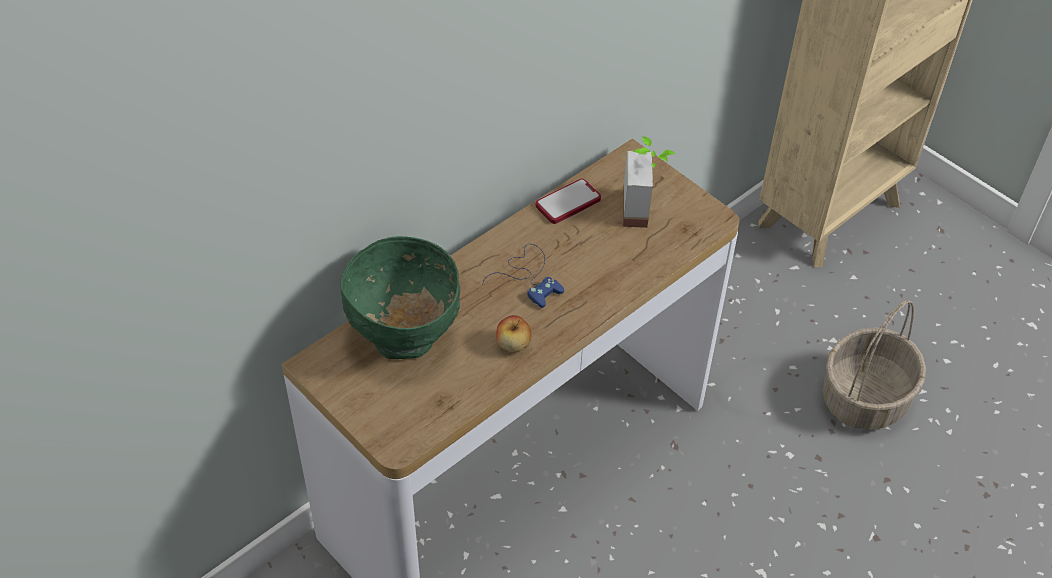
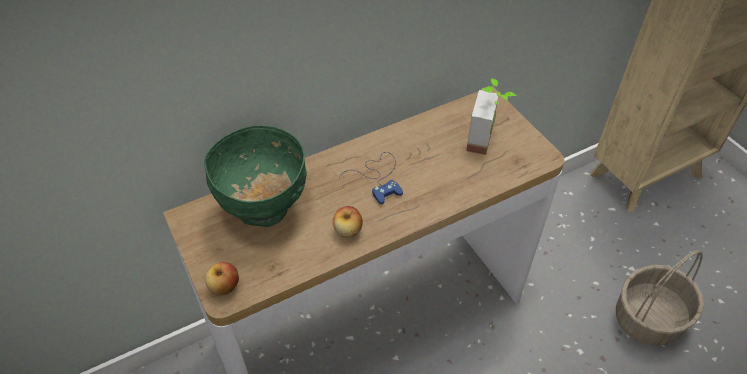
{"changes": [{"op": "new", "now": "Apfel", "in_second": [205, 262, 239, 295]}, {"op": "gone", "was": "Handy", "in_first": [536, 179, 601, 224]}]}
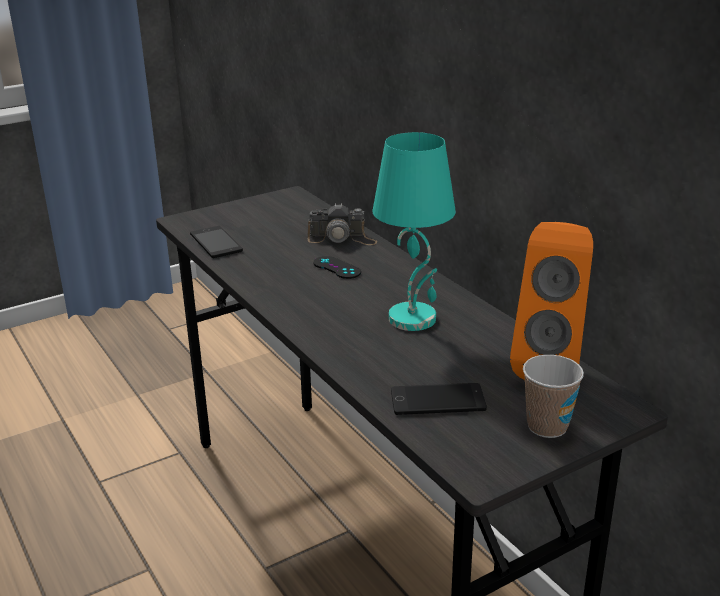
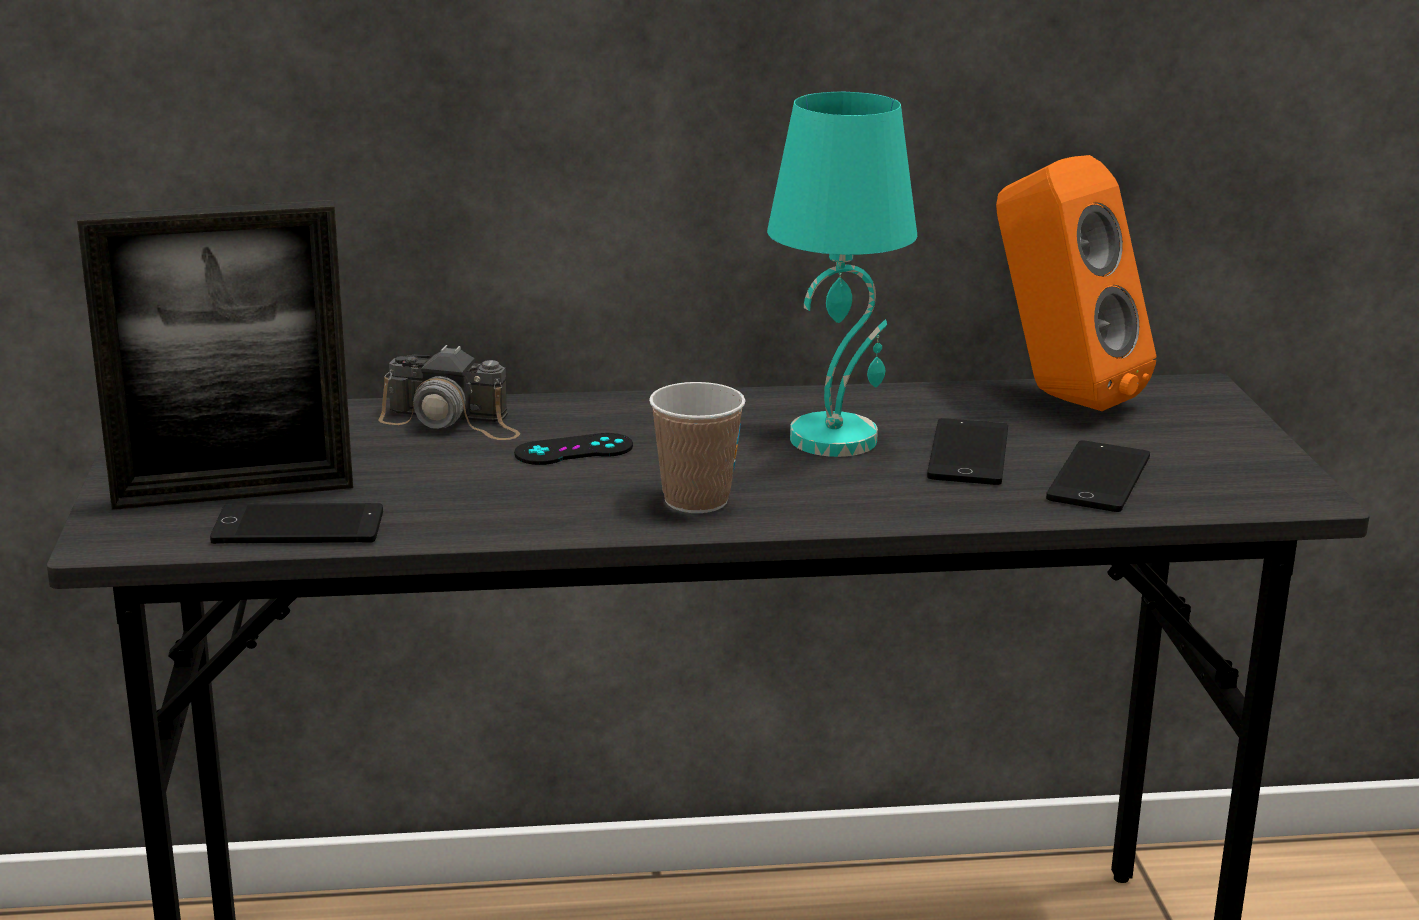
{"changes": [{"op": "new", "now": "Bilderrahmen", "in_second": [77, 200, 353, 510]}, {"op": "rotated", "was": "Kamera", "in_first": [308, 203, 377, 245], "in_second": [379, 345, 520, 440], "clockwise": 75}, {"op": "shifted", "was": "Tasse", "in_first": [523, 355, 584, 438], "in_second": [649, 382, 746, 513]}, {"op": "new", "now": "Handy", "in_second": [927, 418, 1008, 485]}]}
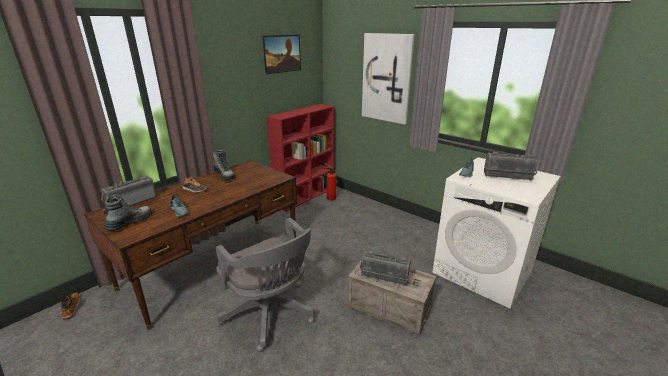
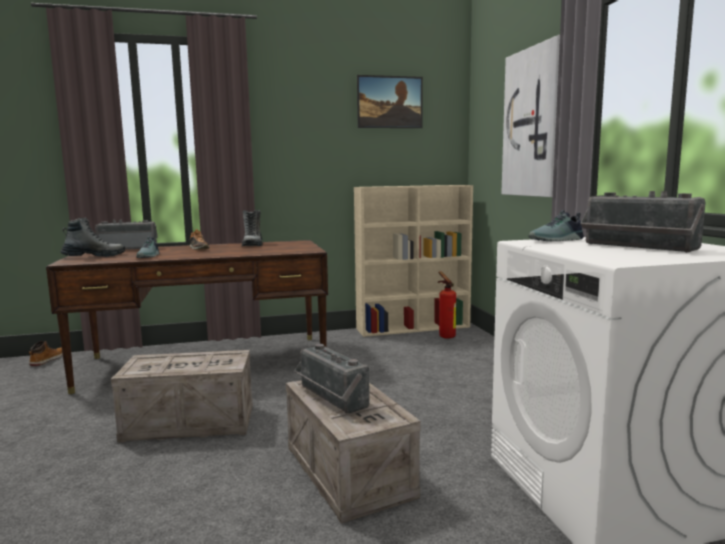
{"changes": [{"op": "swapped", "was": "Bürostuhl (grau)", "now": "Kiste", "in_first": [216, 218, 315, 352], "in_second": [111, 350, 253, 443]}, {"op": "repainted", "was": "Bücherregal (rot)", "now": "Bücherregal (beige)", "in_first": [267, 104, 334, 212], "in_second": [354, 185, 473, 337]}]}
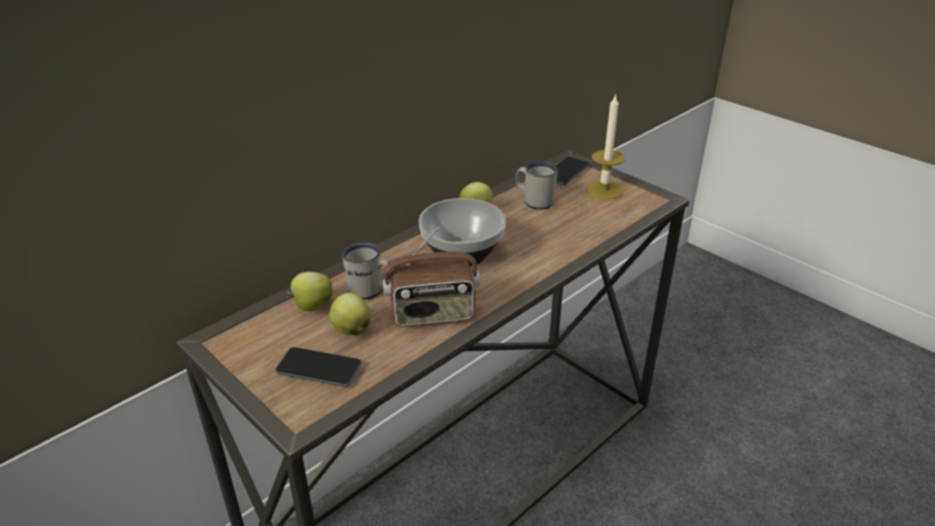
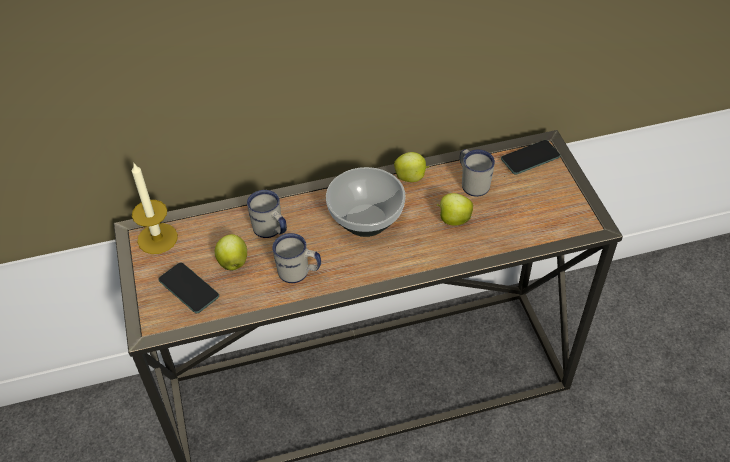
{"changes": [{"op": "shifted", "was": "Kerze", "in_first": [585, 93, 625, 200], "in_second": [132, 162, 178, 254]}, {"op": "swapped", "was": "Radio", "now": "Henkelbecher (weiß)", "in_first": [383, 223, 480, 326], "in_second": [272, 233, 321, 283]}, {"op": "shifted", "was": "Apfel", "in_first": [287, 272, 332, 311], "in_second": [437, 193, 473, 225]}]}
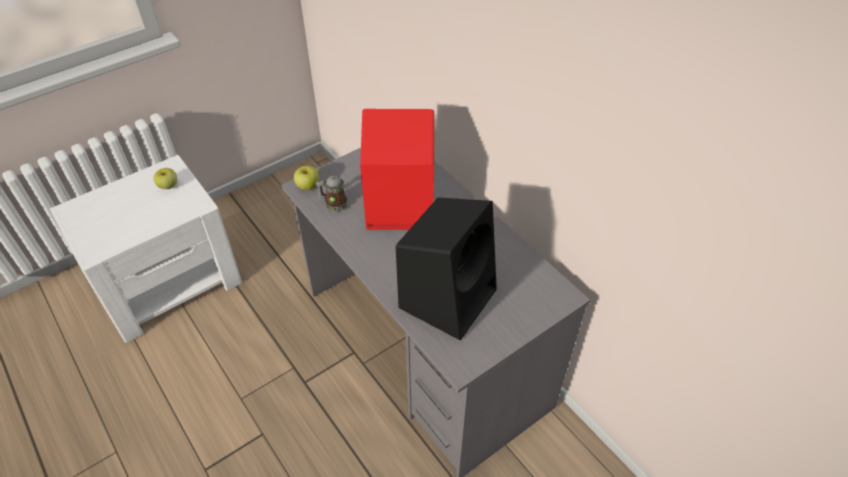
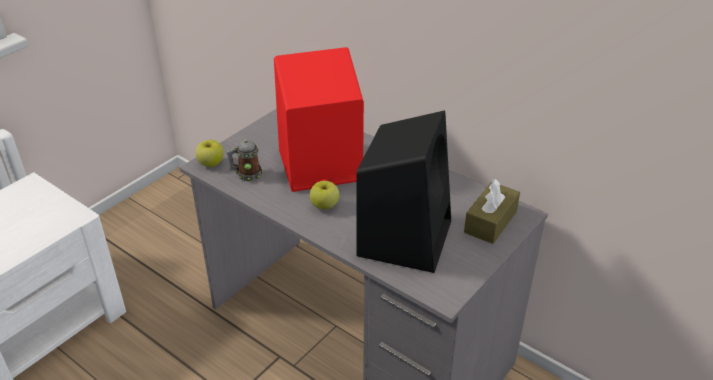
{"changes": [{"op": "shifted", "was": "Apfel", "in_first": [154, 168, 177, 189], "in_second": [310, 181, 339, 209]}, {"op": "new", "now": "Taschentuchbox (braun)", "in_second": [464, 179, 520, 244]}]}
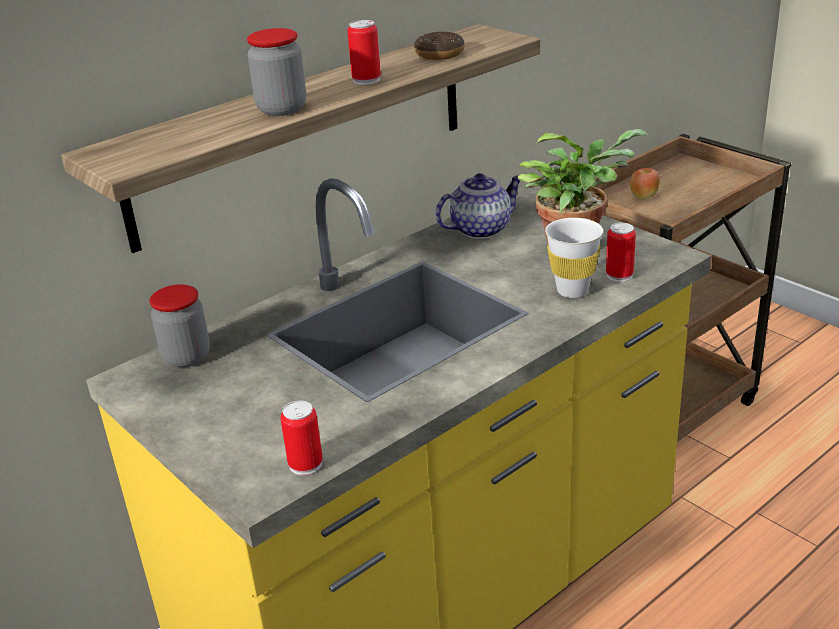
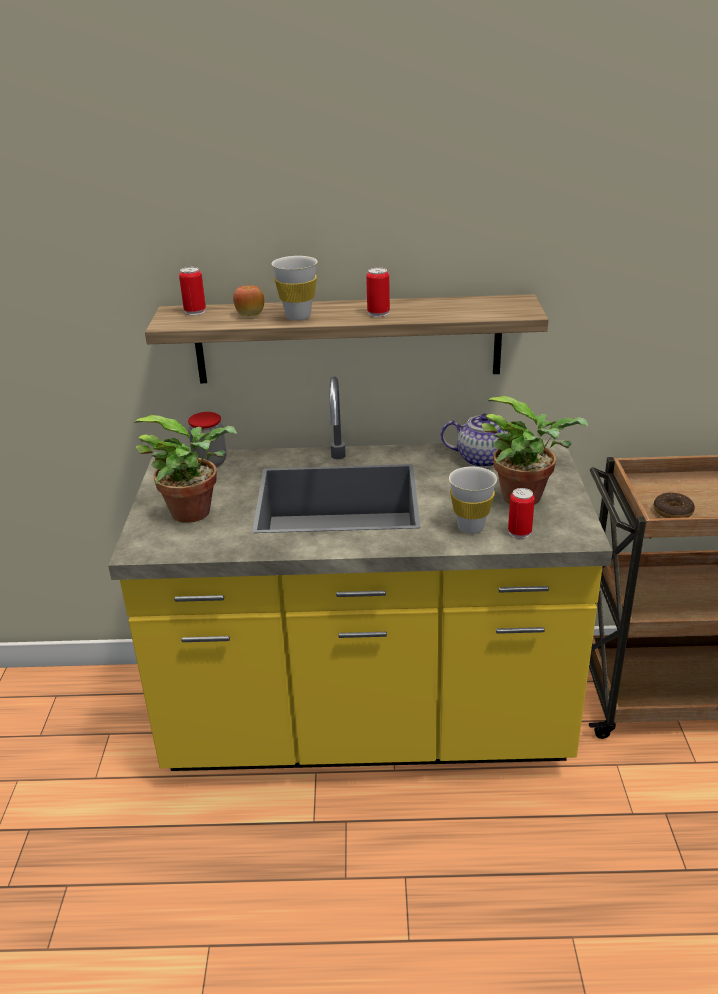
{"changes": [{"op": "new", "now": "Topfpflanze", "in_second": [133, 415, 237, 523]}, {"op": "shifted", "was": "Dose", "in_first": [280, 401, 323, 475], "in_second": [179, 267, 206, 315]}, {"op": "shifted", "was": "Apfel", "in_first": [630, 168, 660, 199], "in_second": [233, 285, 264, 316]}, {"op": "swapped", "was": "Vorratsglas", "now": "Tasse (weiß)", "in_first": [247, 28, 306, 116], "in_second": [272, 256, 318, 320]}, {"op": "shifted", "was": "Donut", "in_first": [414, 31, 465, 60], "in_second": [654, 493, 695, 518]}]}
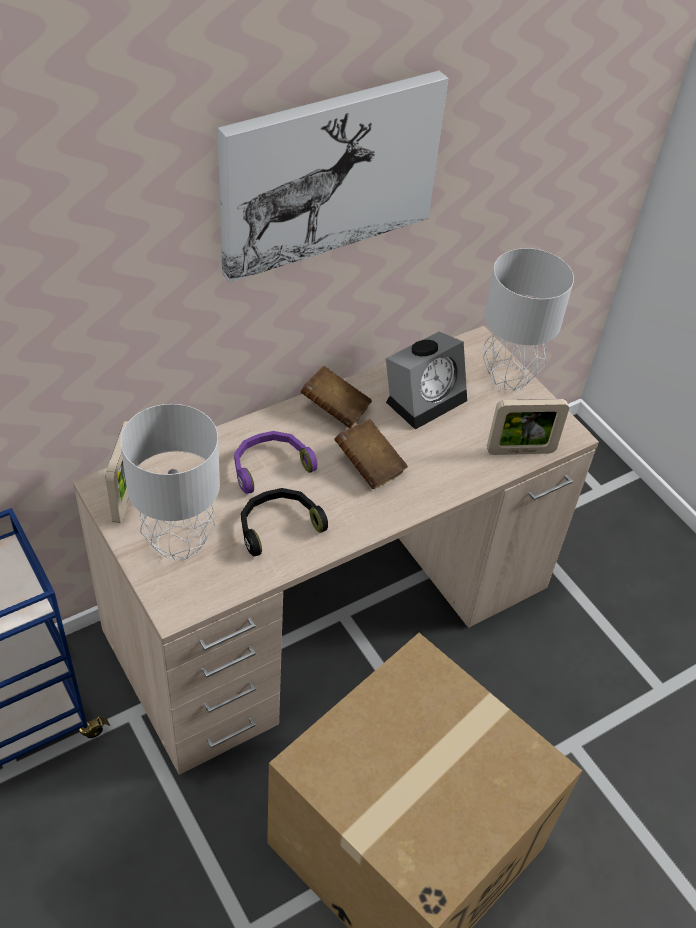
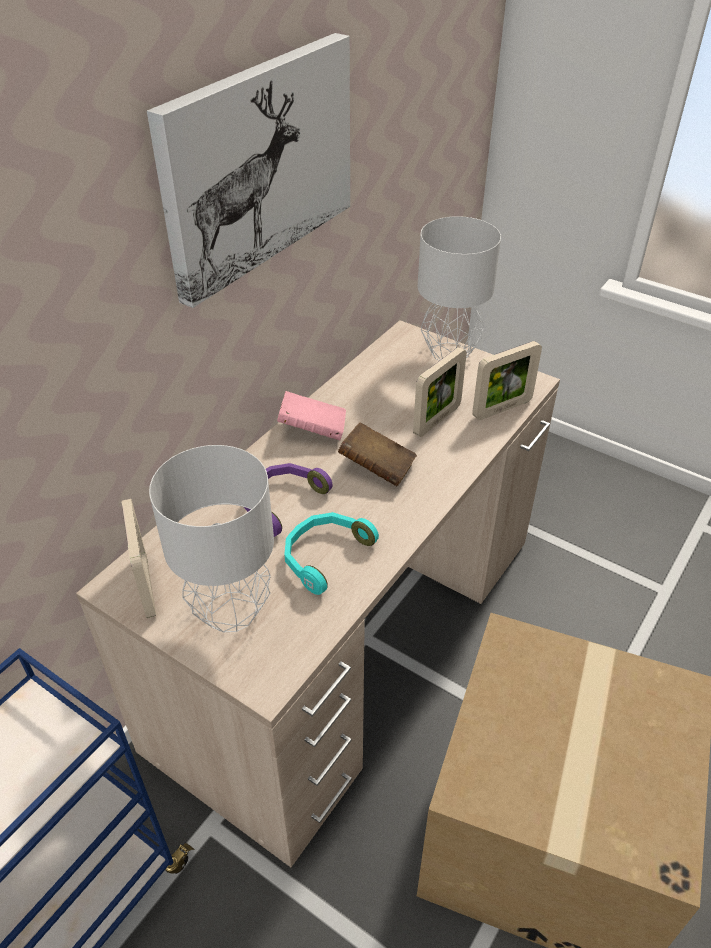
{"changes": [{"op": "repainted", "was": "Buch (braun)", "now": "Buch (rosa)", "in_first": [300, 366, 372, 428], "in_second": [277, 391, 346, 440]}, {"op": "repainted", "was": "Kopfhörer (schwarz)", "now": "Kopfhörer (türkis)", "in_first": [241, 488, 328, 557], "in_second": [284, 512, 379, 595]}, {"op": "new", "now": "Bilderrahmen", "in_second": [413, 347, 467, 437]}, {"op": "gone", "was": "Wecker", "in_first": [386, 332, 467, 430]}]}
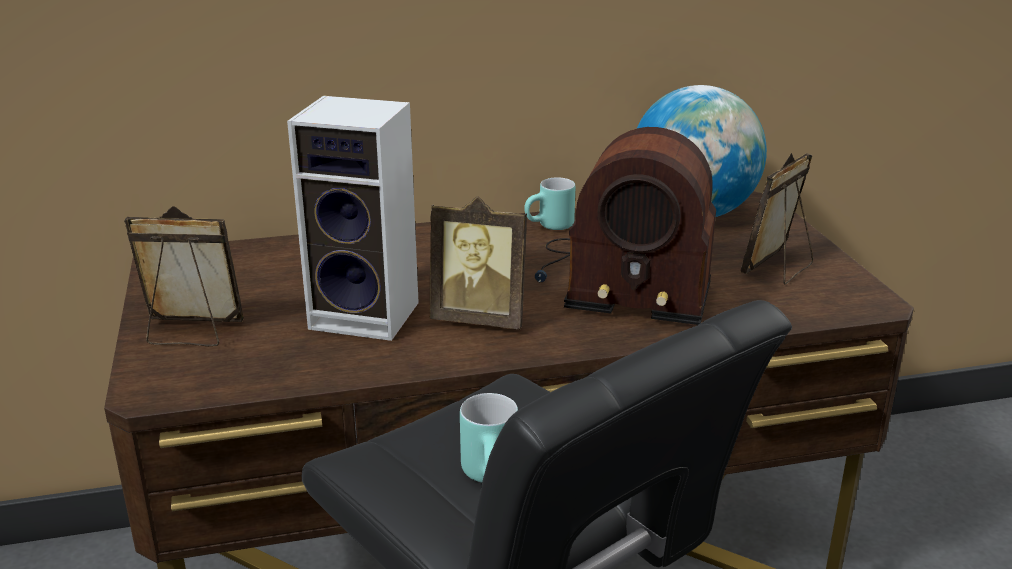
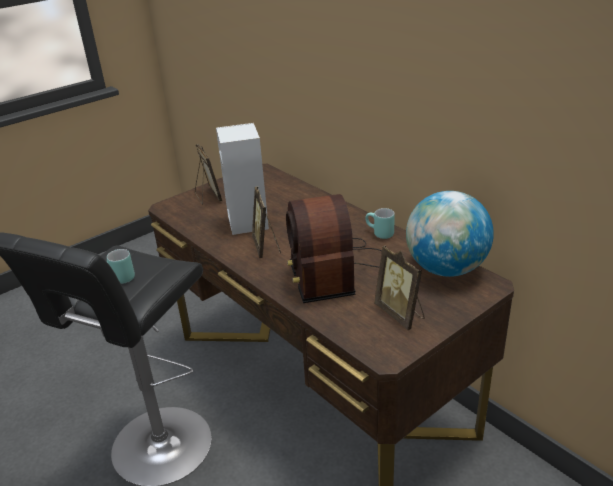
{"changes": [{"op": "rotated", "was": "Bilderrahmen", "in_first": [741, 153, 813, 284], "in_second": [374, 245, 425, 330], "clockwise": -135}]}
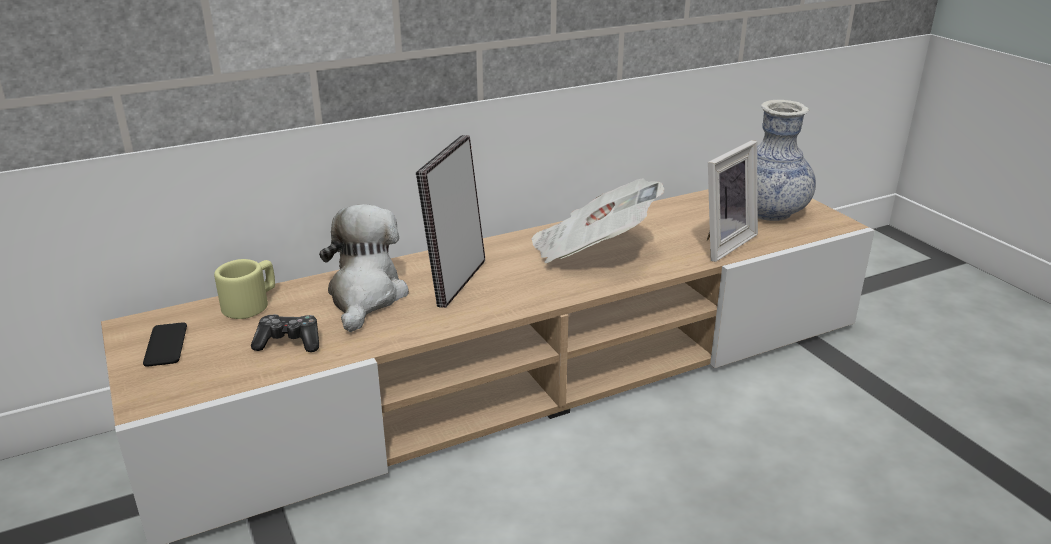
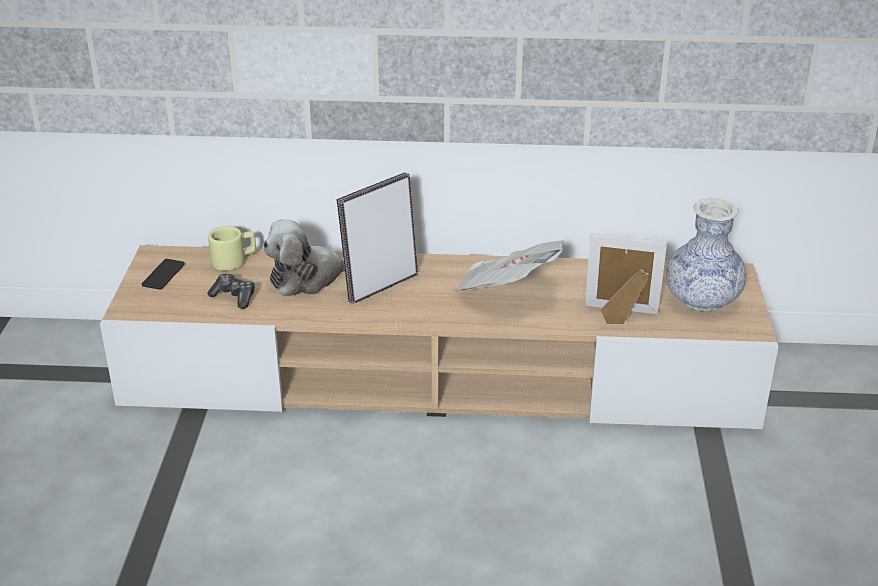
{"changes": [{"op": "rotated", "was": "Plüschtier", "in_first": [319, 204, 409, 332], "in_second": [262, 219, 345, 297], "clockwise": -150}, {"op": "rotated", "was": "Bilderrahmen", "in_first": [707, 140, 758, 262], "in_second": [585, 233, 667, 324], "clockwise": -150}]}
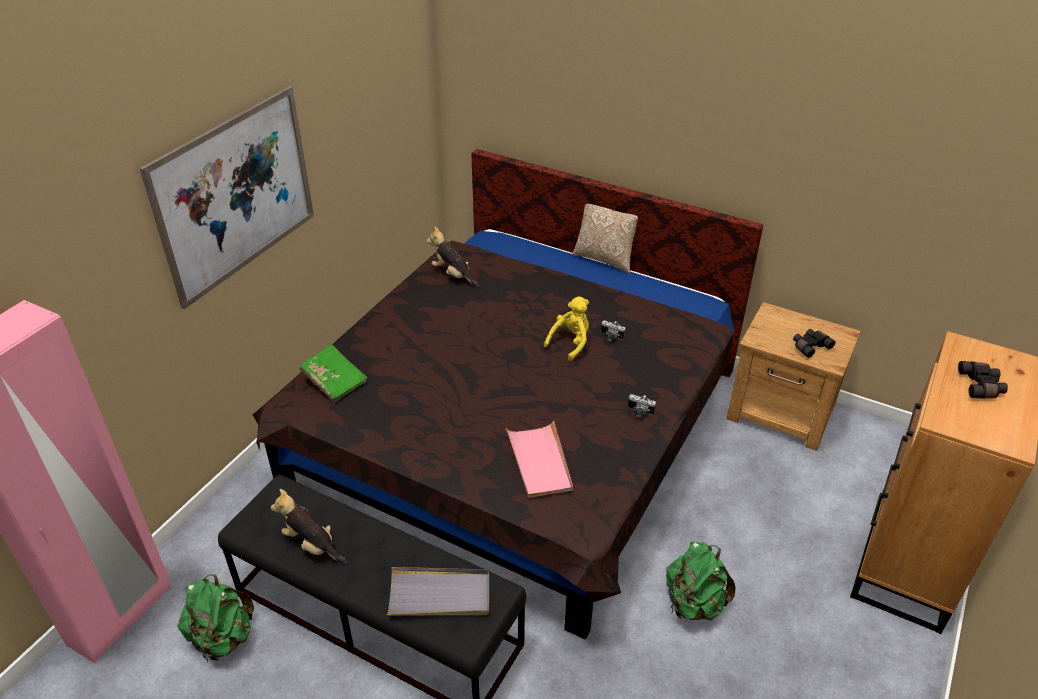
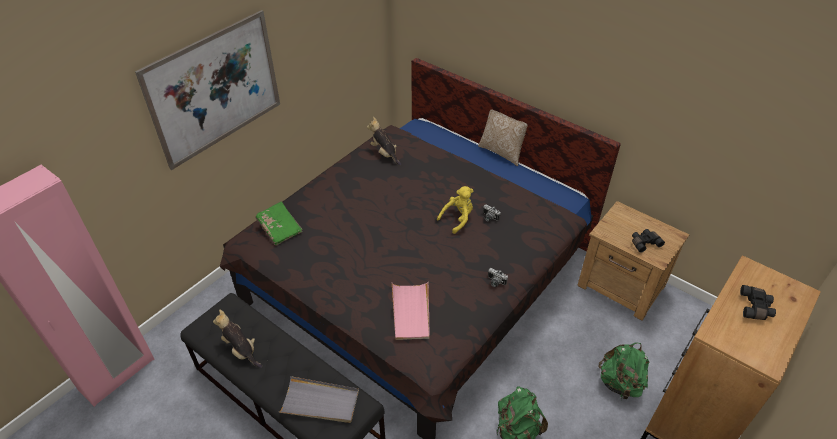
{"changes": [{"op": "shifted", "was": "Rucksack (grün)", "in_first": [177, 574, 254, 662], "in_second": [598, 342, 649, 400]}]}
